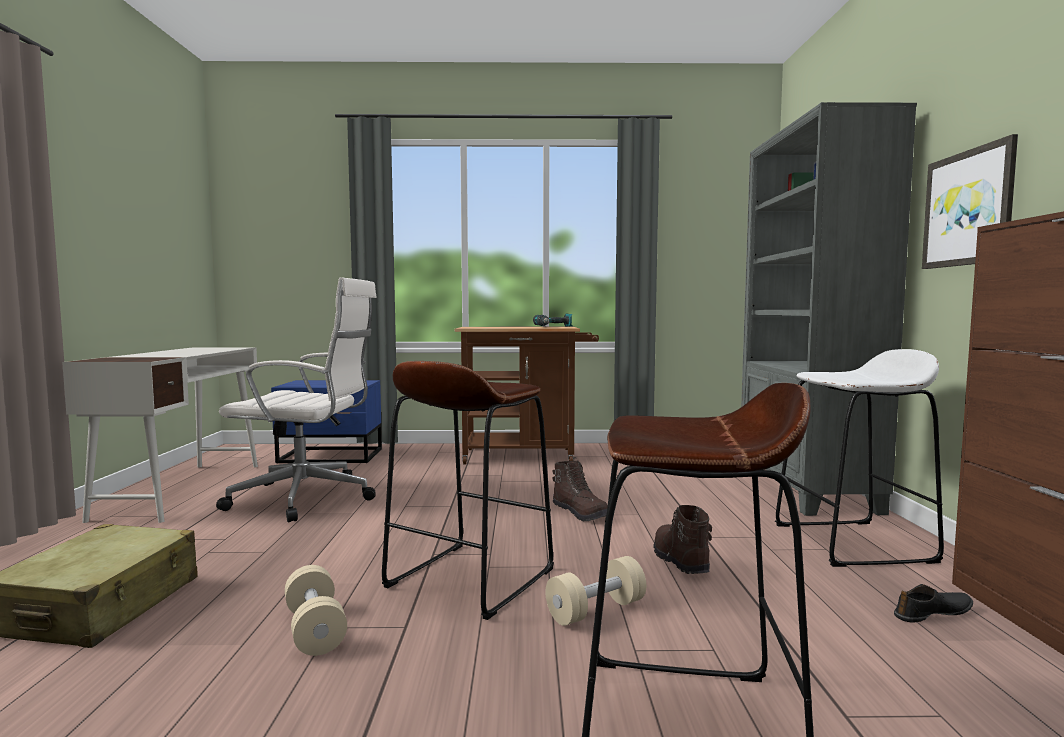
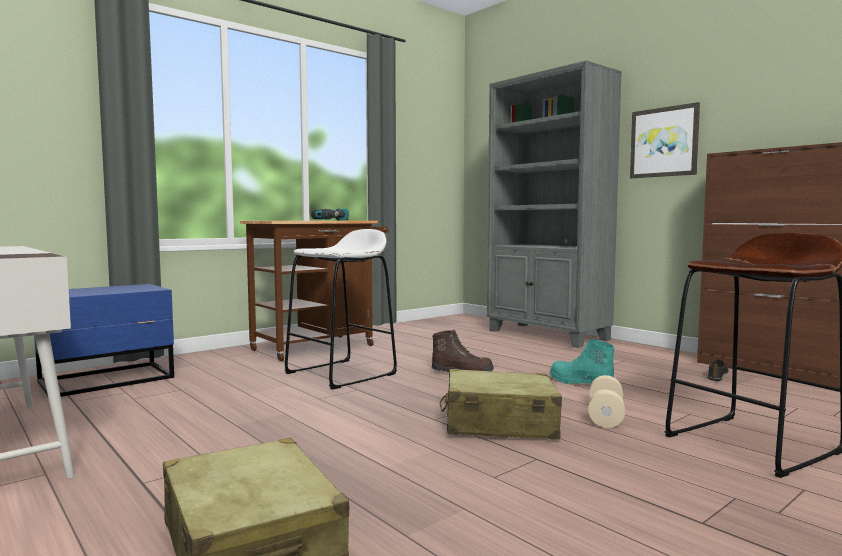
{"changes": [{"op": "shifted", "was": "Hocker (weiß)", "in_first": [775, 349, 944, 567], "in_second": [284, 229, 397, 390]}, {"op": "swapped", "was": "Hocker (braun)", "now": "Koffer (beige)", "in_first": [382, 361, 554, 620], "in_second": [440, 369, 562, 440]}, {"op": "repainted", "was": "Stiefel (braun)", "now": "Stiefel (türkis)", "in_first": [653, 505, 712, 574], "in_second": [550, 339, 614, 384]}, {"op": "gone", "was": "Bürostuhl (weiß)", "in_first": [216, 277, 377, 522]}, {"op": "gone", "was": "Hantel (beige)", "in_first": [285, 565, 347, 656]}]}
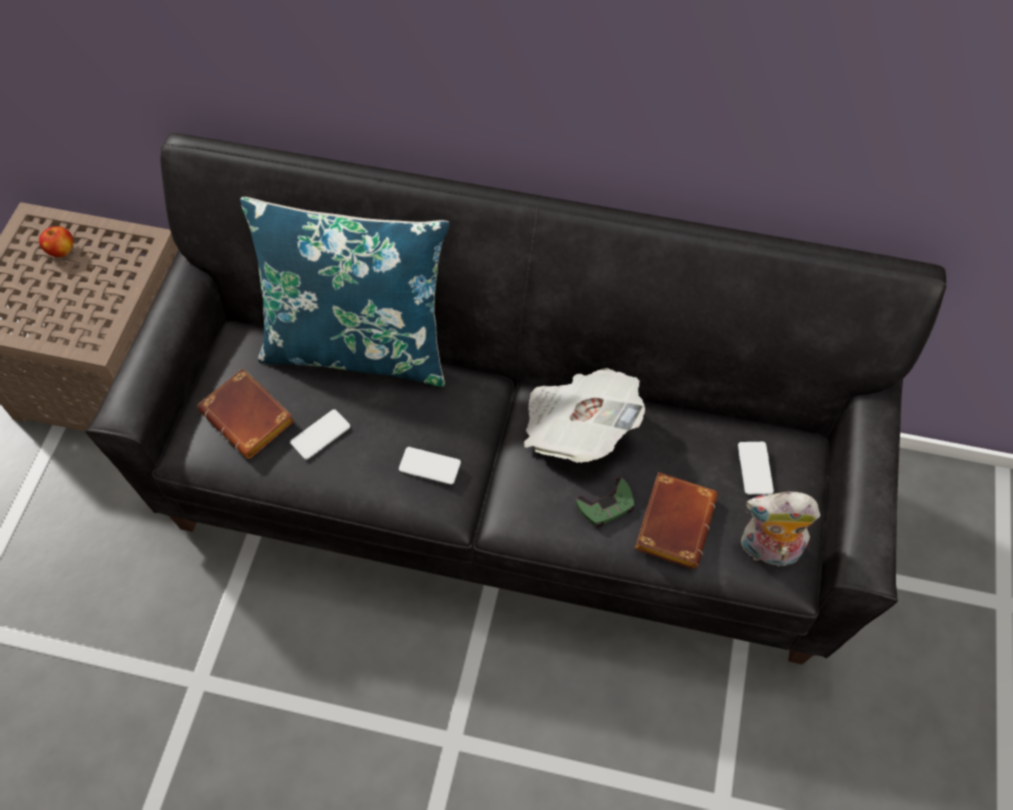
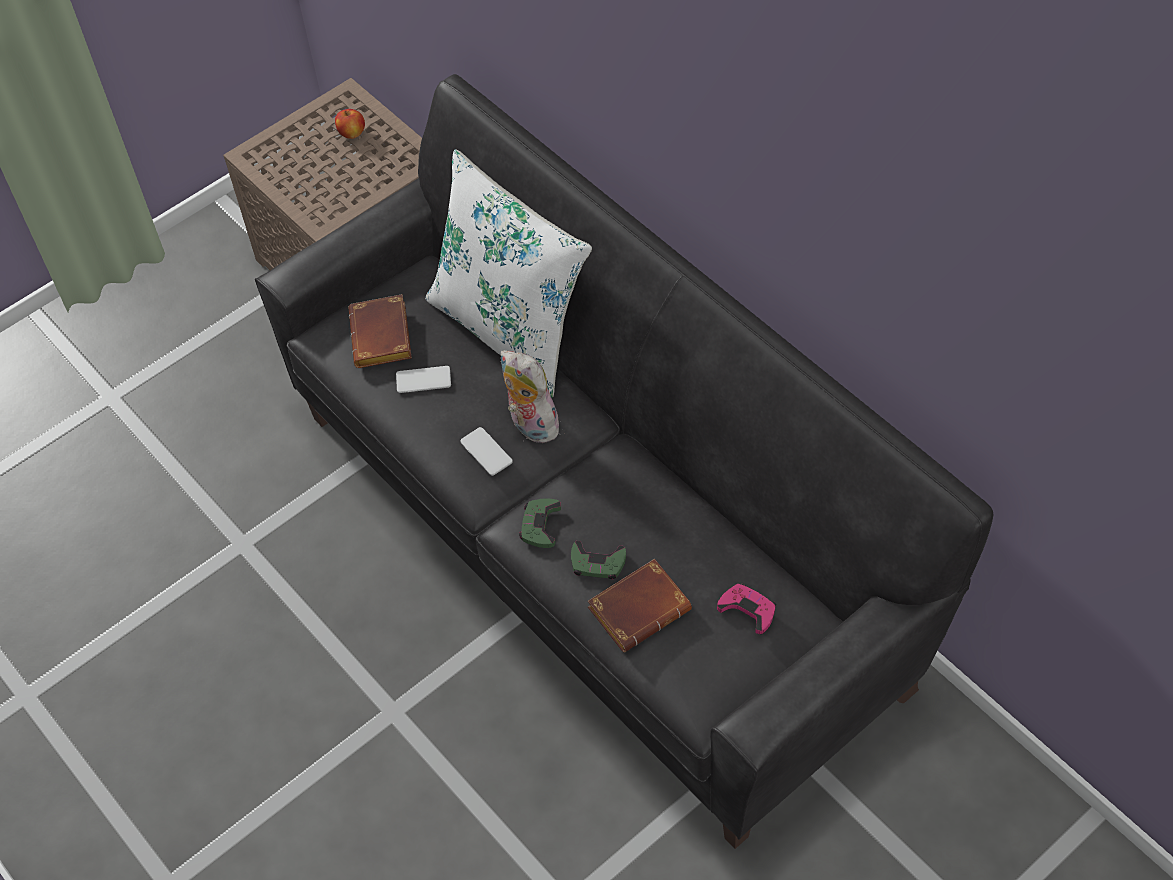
{"changes": [{"op": "repainted", "was": "Kissen (blau)", "now": "Kissen (weiß)", "in_first": [240, 197, 449, 386], "in_second": [425, 149, 592, 398]}, {"op": "shifted", "was": "Plüschtier", "in_first": [741, 492, 820, 571], "in_second": [501, 350, 559, 443]}, {"op": "new", "now": "Gamepad (grün)", "in_second": [519, 498, 561, 548]}, {"op": "swapped", "was": "Handy", "now": "Gamepad (rosa)", "in_first": [738, 442, 774, 495], "in_second": [717, 584, 776, 634]}, {"op": "gone", "was": "Zeitung", "in_first": [524, 368, 645, 463]}]}
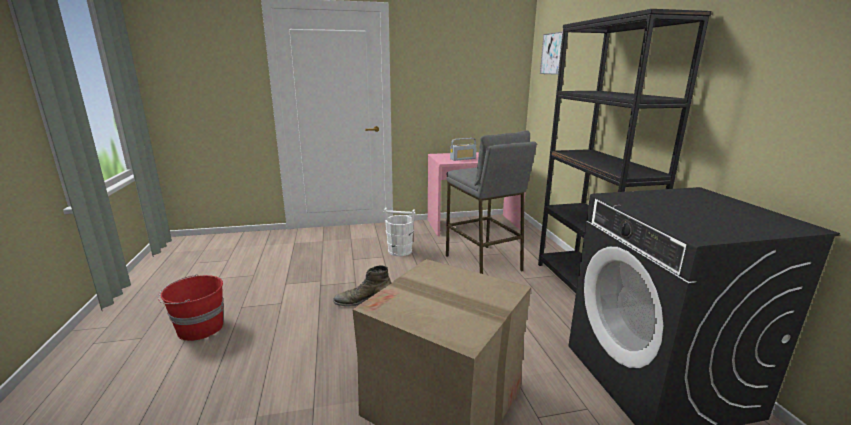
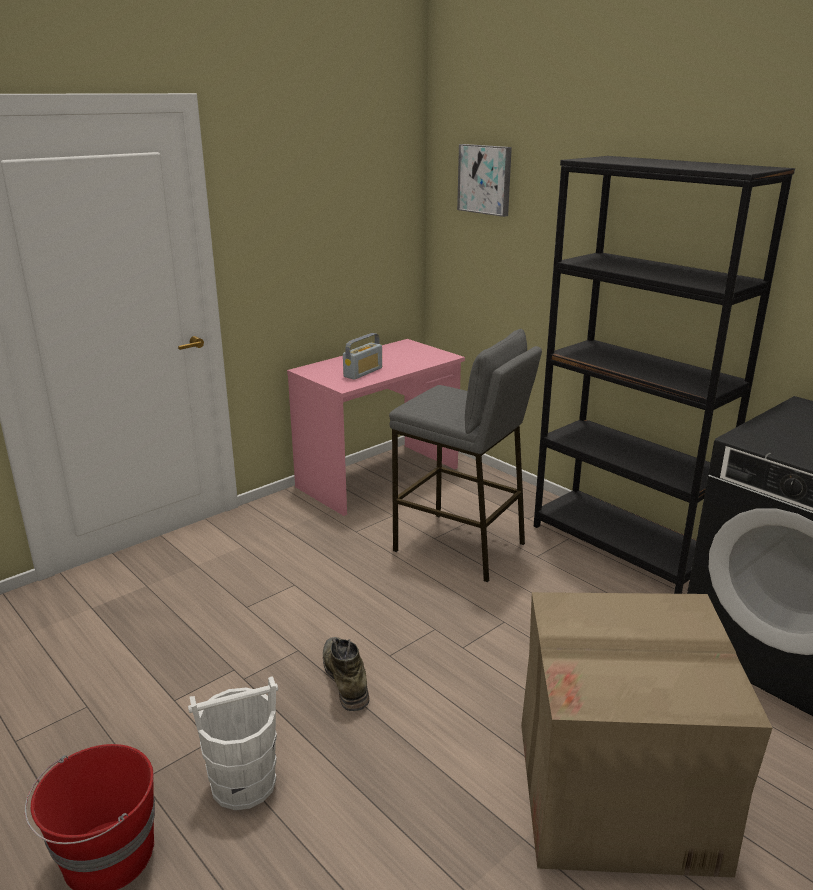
{"changes": [{"op": "shifted", "was": "Eimer (weiß)", "in_first": [384, 208, 416, 256], "in_second": [188, 676, 278, 810]}, {"op": "rotated", "was": "Stiefel (grün)", "in_first": [333, 265, 391, 306], "in_second": [323, 637, 369, 711], "clockwise": 120}]}
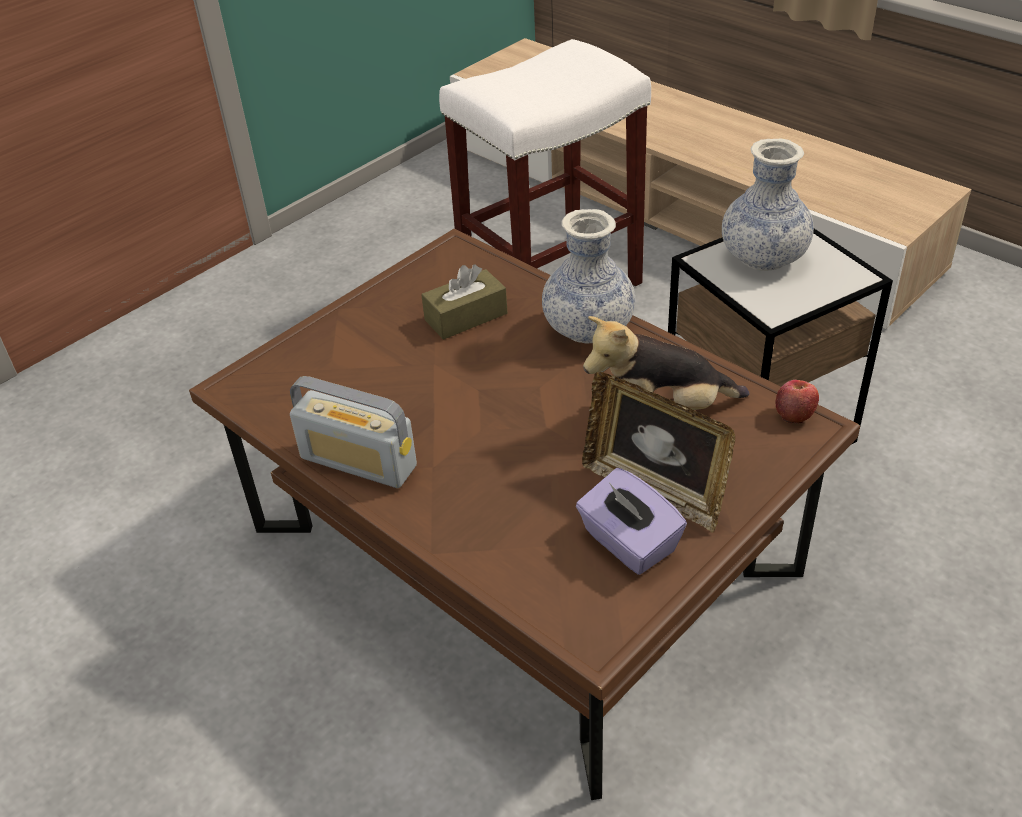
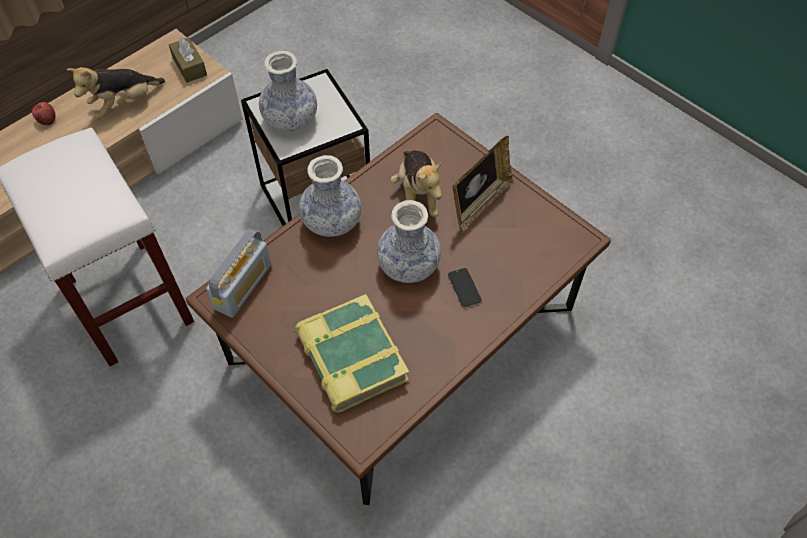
{"changes": [{"op": "shifted", "was": "Apfel", "in_first": [776, 380, 819, 424], "in_second": [32, 102, 55, 125]}, {"op": "new", "now": "Plüschtier", "in_second": [67, 67, 165, 119]}, {"op": "shifted", "was": "Taschentuchbox (braun)", "in_first": [421, 264, 508, 340], "in_second": [169, 37, 207, 83]}, {"op": "shifted", "was": "Radio", "in_first": [290, 376, 417, 488], "in_second": [206, 228, 271, 318]}, {"op": "new", "now": "Buch", "in_second": [294, 294, 409, 413]}, {"op": "new", "now": "Vase", "in_second": [377, 200, 441, 283]}, {"op": "new", "now": "Handy", "in_second": [448, 268, 482, 308]}, {"op": "gone", "was": "Taschentuchbox (lila)", "in_first": [576, 468, 687, 575]}]}
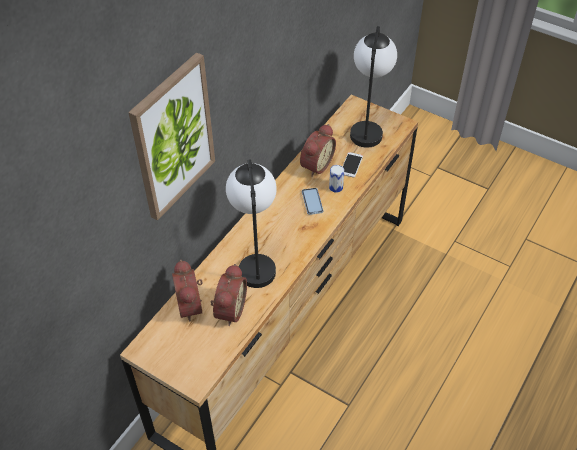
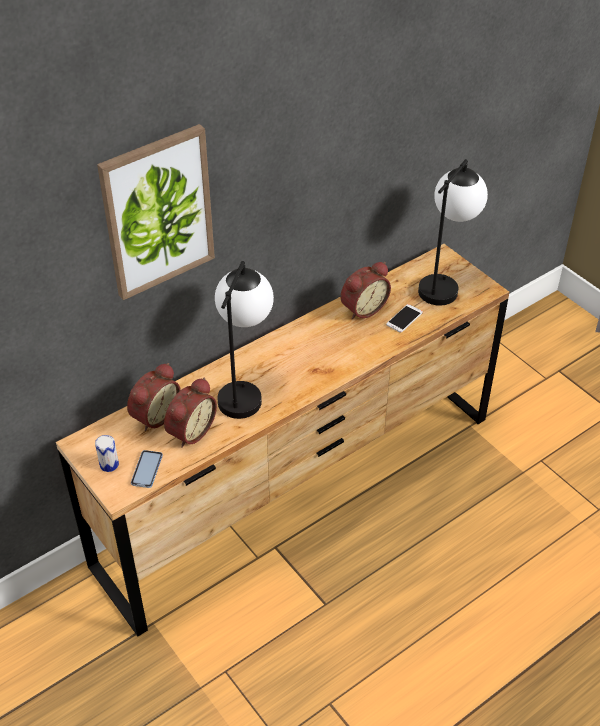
{"changes": [{"op": "shifted", "was": "Dose", "in_first": [329, 165, 344, 193], "in_second": [95, 435, 119, 472]}, {"op": "rotated", "was": "Wecker", "in_first": [172, 260, 203, 322], "in_second": [127, 363, 181, 431], "clockwise": -150}, {"op": "shifted", "was": "Handy", "in_first": [302, 188, 323, 215], "in_second": [131, 450, 163, 488]}]}
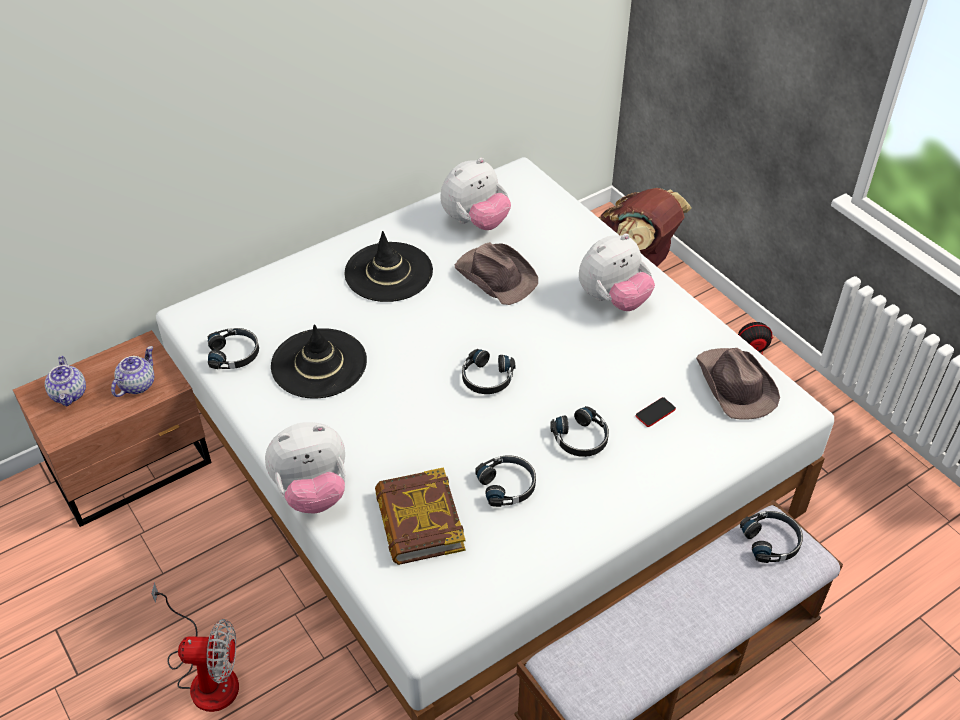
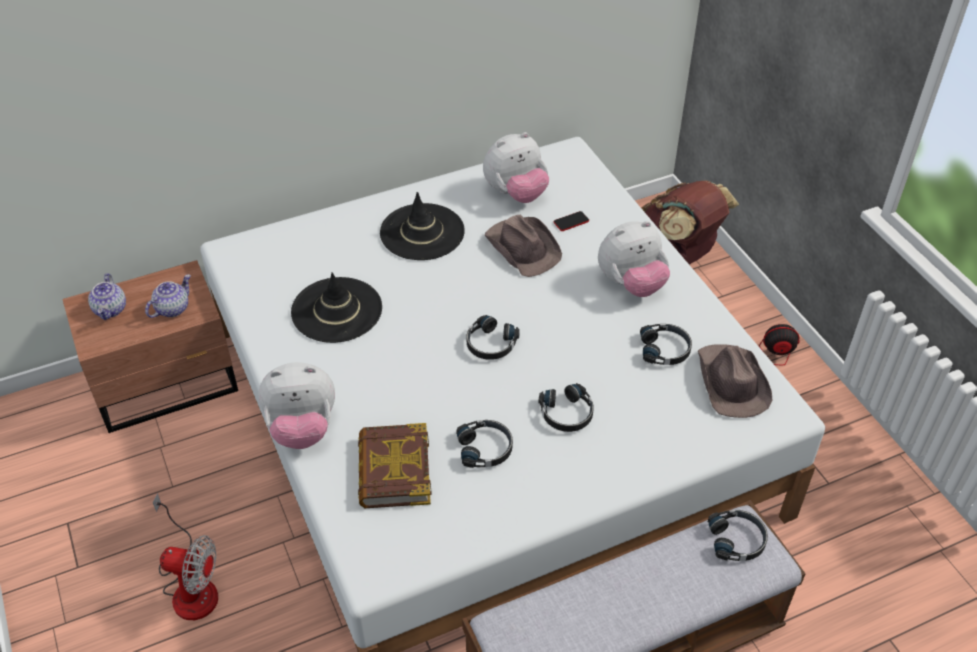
{"changes": [{"op": "shifted", "was": "Handy", "in_first": [636, 397, 676, 427], "in_second": [554, 211, 589, 231]}, {"op": "shifted", "was": "Kopfhörer (schwarz)", "in_first": [208, 328, 259, 369], "in_second": [640, 324, 692, 365]}]}
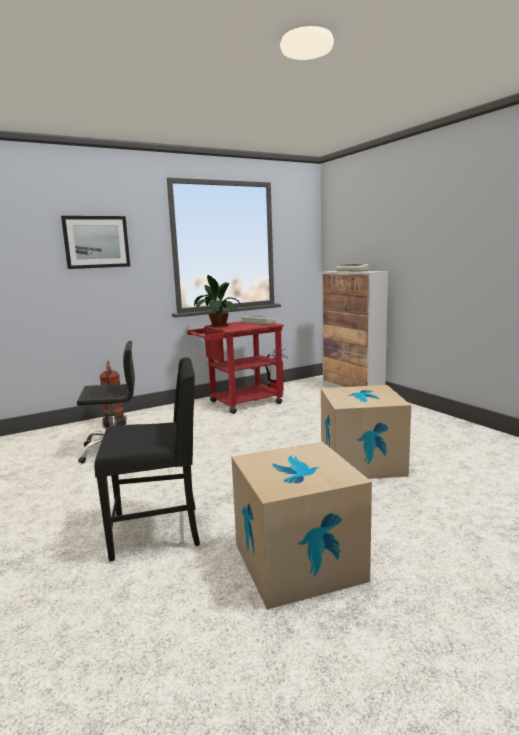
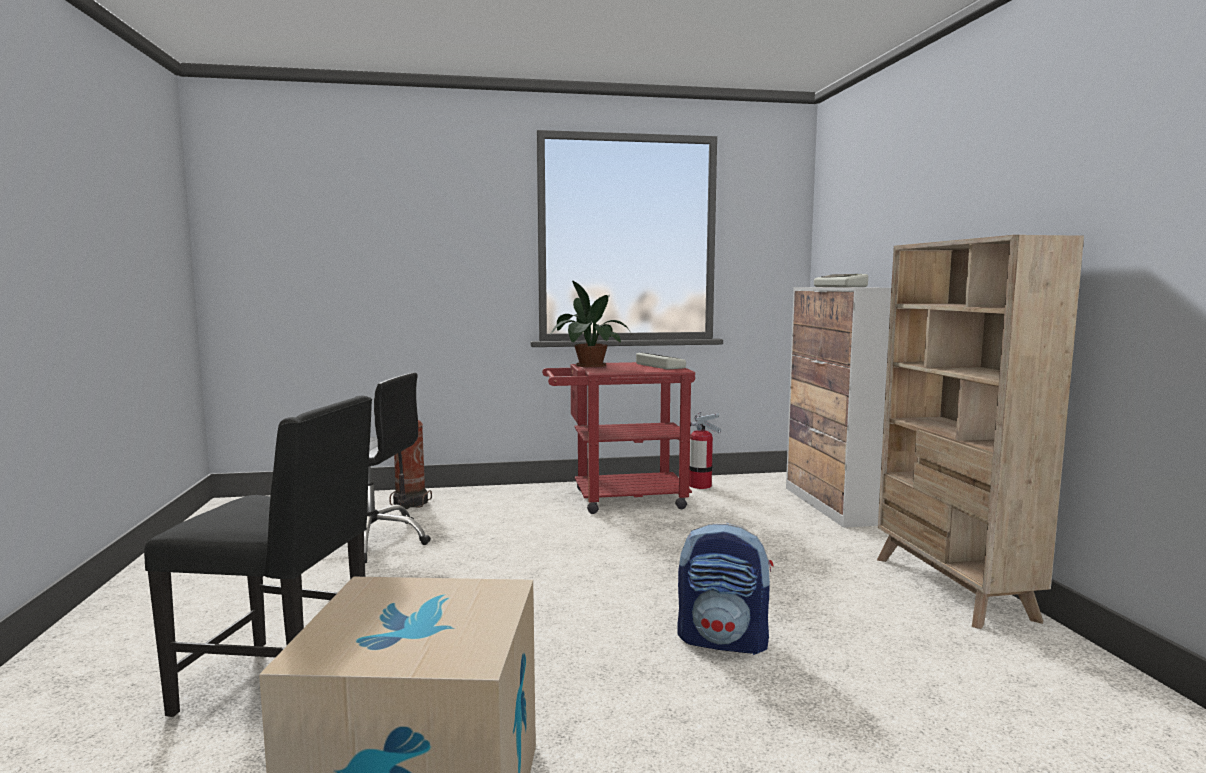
{"changes": [{"op": "swapped", "was": "Karton", "now": "Rucksack", "in_first": [321, 385, 411, 479], "in_second": [677, 523, 774, 655]}, {"op": "new", "now": "Bücherregal (beige)", "in_second": [877, 235, 1084, 629]}, {"op": "gone", "was": "Bild", "in_first": [61, 216, 130, 269]}]}
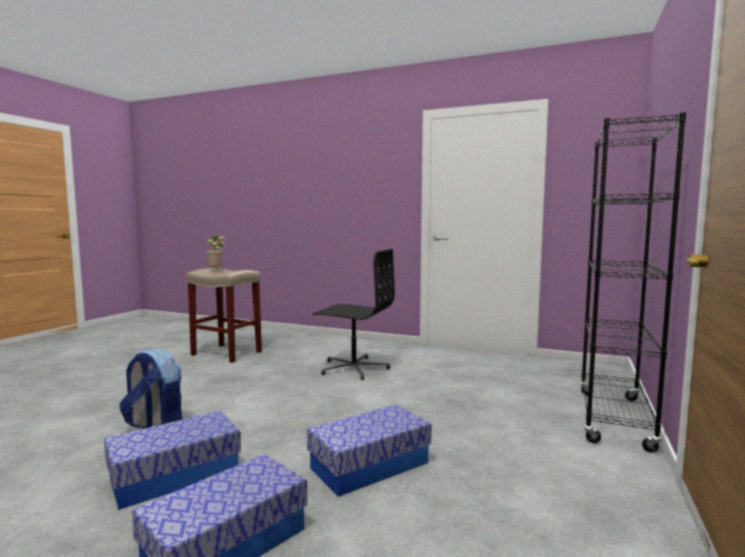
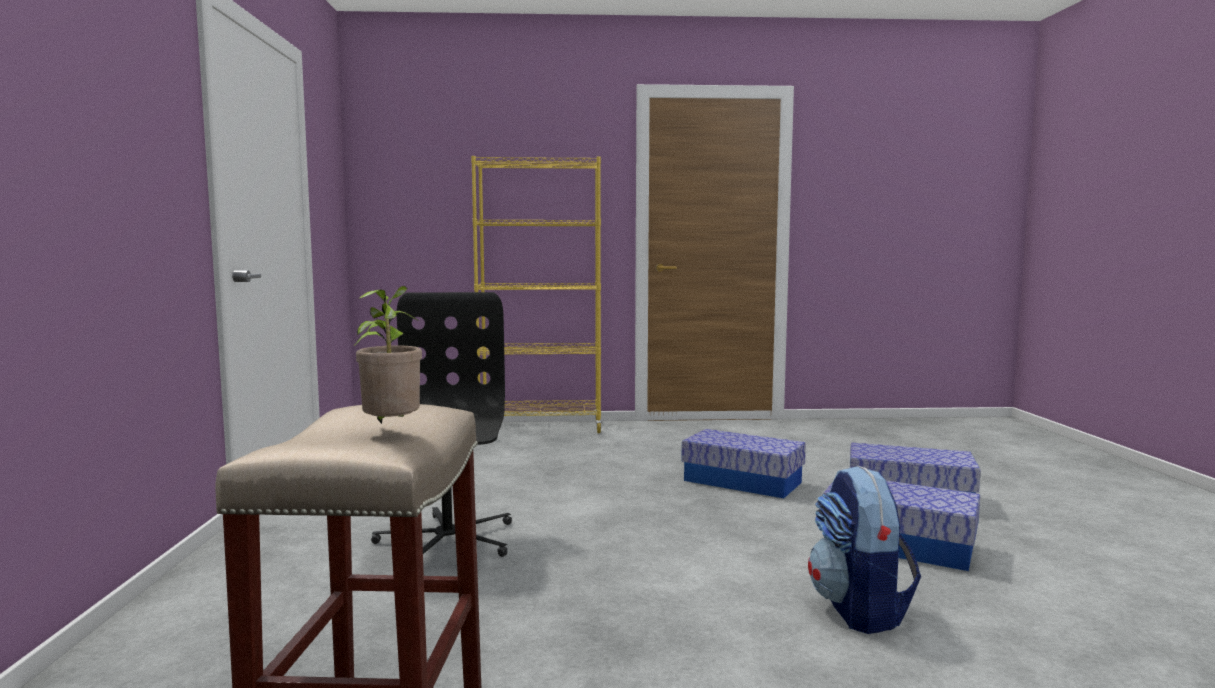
{"changes": [{"op": "repainted", "was": "Bücherregal (schwarz)", "now": "Bücherregal (gelb)", "in_first": [580, 112, 686, 453], "in_second": [471, 156, 602, 433]}]}
